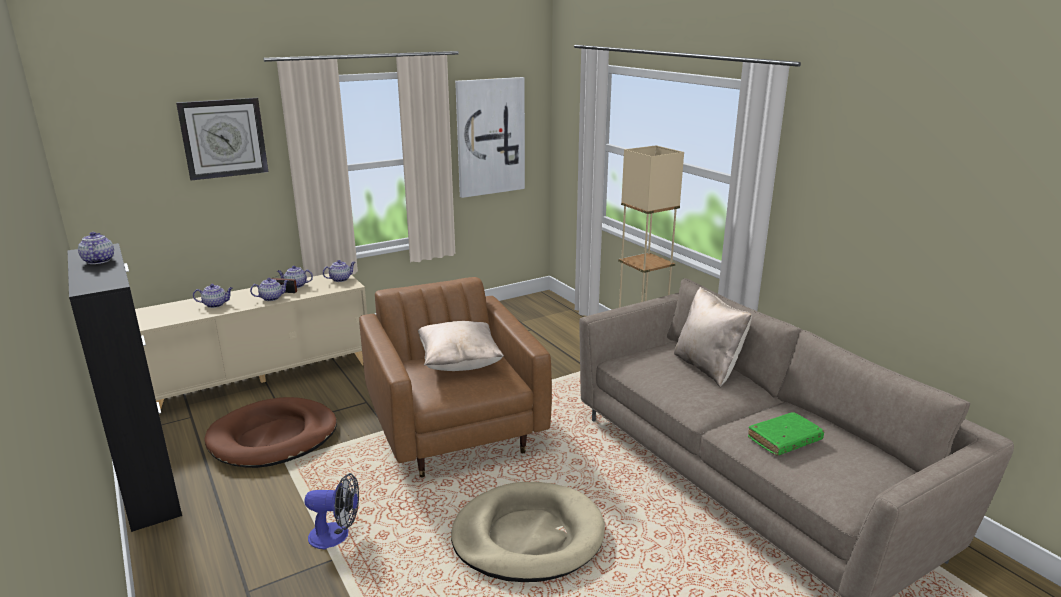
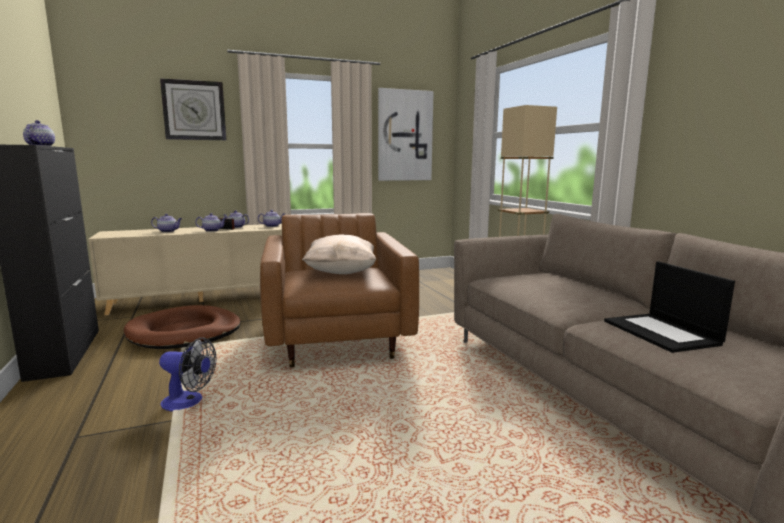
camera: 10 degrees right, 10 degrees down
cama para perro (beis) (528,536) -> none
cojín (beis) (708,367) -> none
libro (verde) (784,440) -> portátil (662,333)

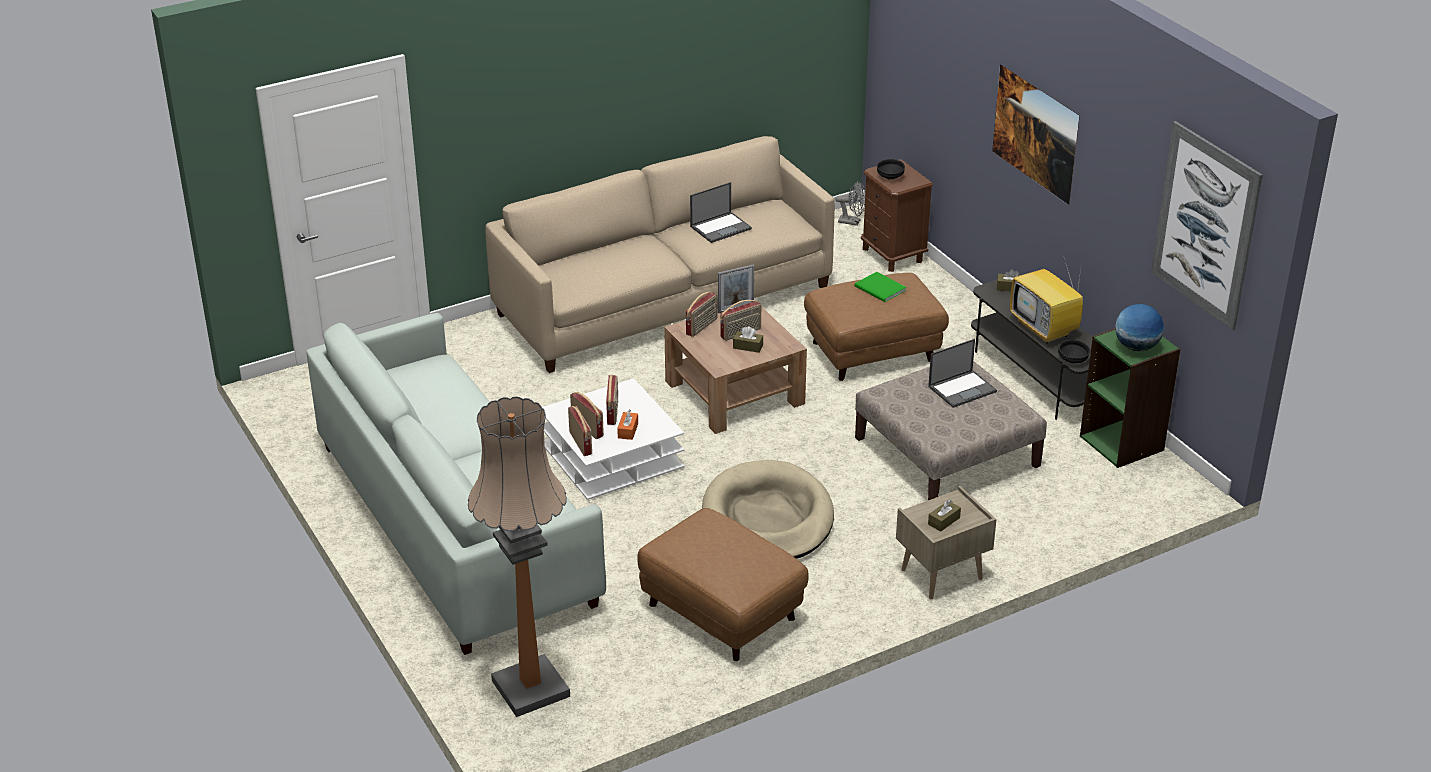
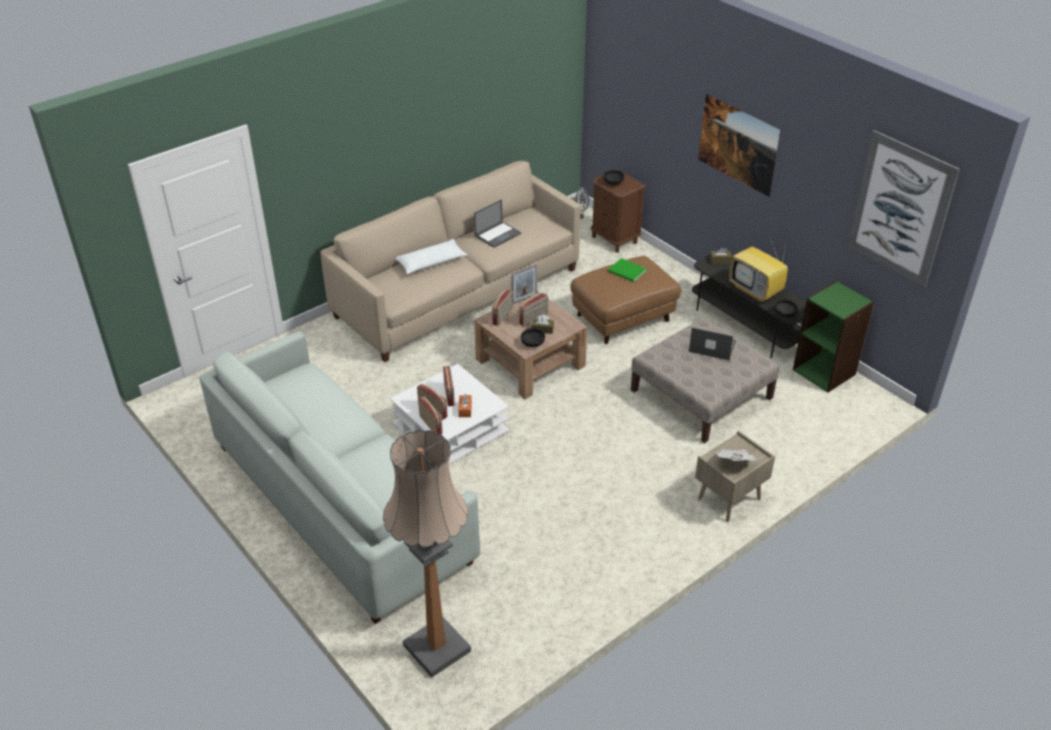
camera: 10 degrees left, 5 degrees up
puf (marrón) (720,612) -> none
cama para perro (beis) (768,518) -> none
globo terráqueo (1136,347) -> none
none -> cojín (blanco) (431,262)
none -> cuenco (negro) (532,344)
caja de pañuelos (marrón) (944,521) -> periódico (735,462)
portátil (962,389) -> portátil (711,346), 120 degrees counterclockwise

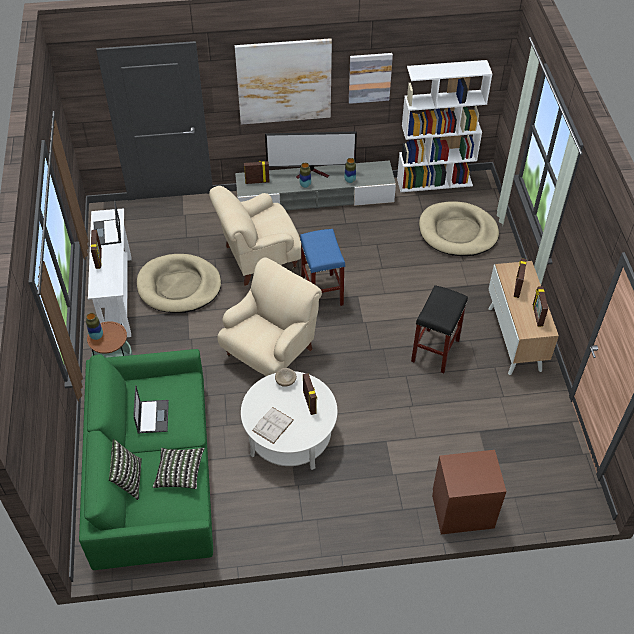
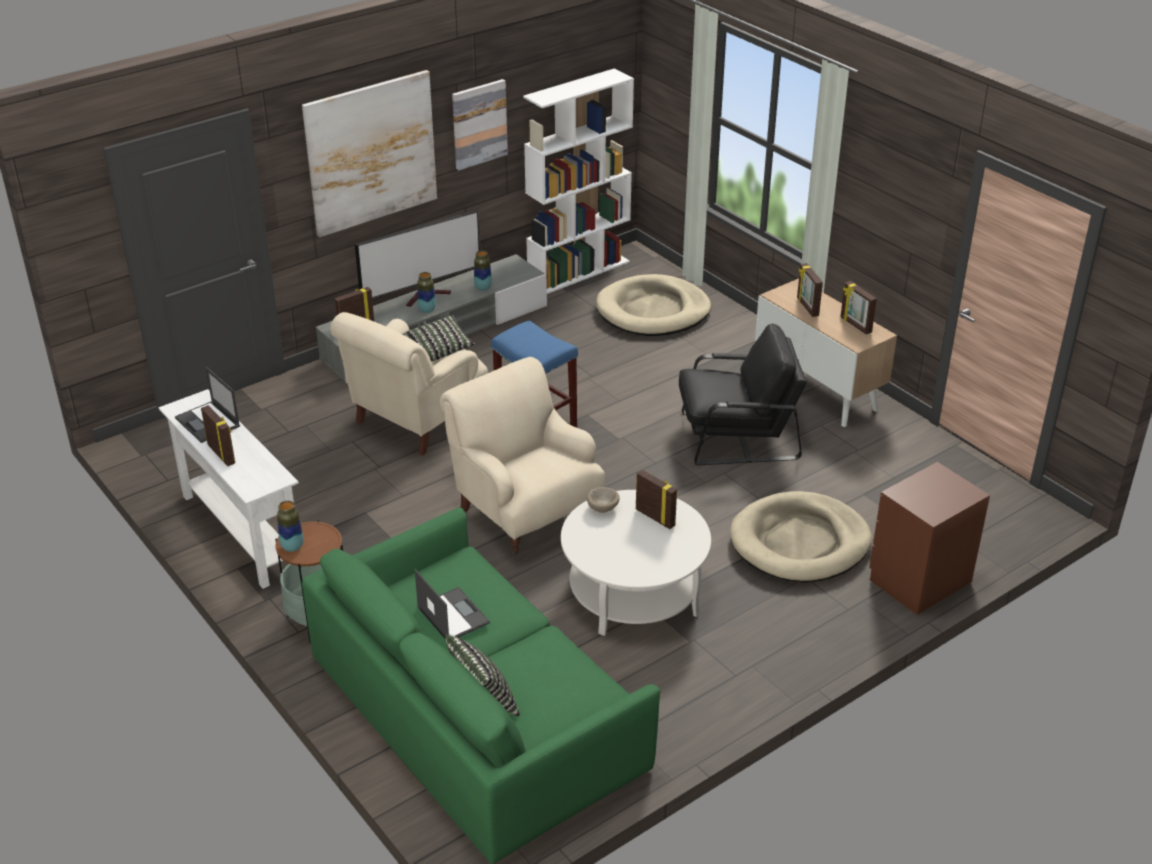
camera: 30 degrees left, 15 degrees down
libro (blanco) (273,425) -> none
cama para perro (beis) (179,286) -> cama para perro (beis) (800,542), shifted
cojín (179,473) -> cojín (438,350), shifted
taburete (negro) (435,351) -> sillón (negro) (736,435)
sillón (beis) (271,352) -> sillón (beis) (525,512), 45 degrees counterclockwise

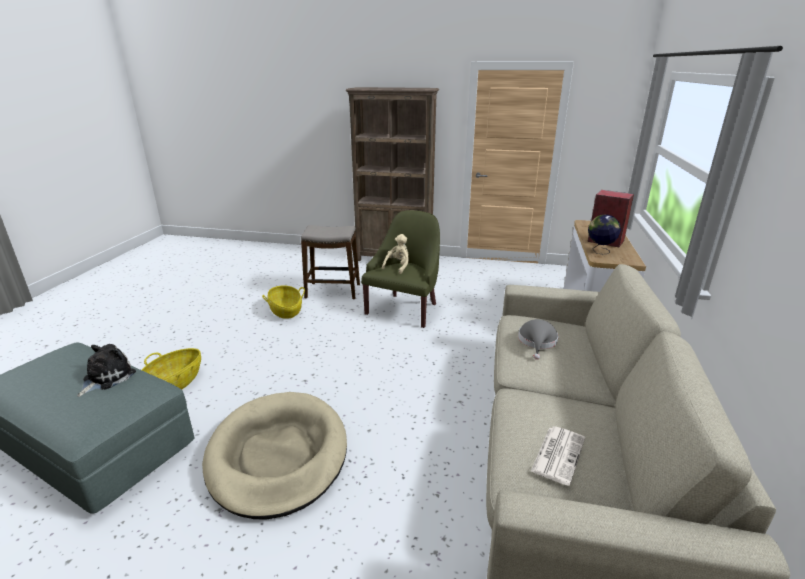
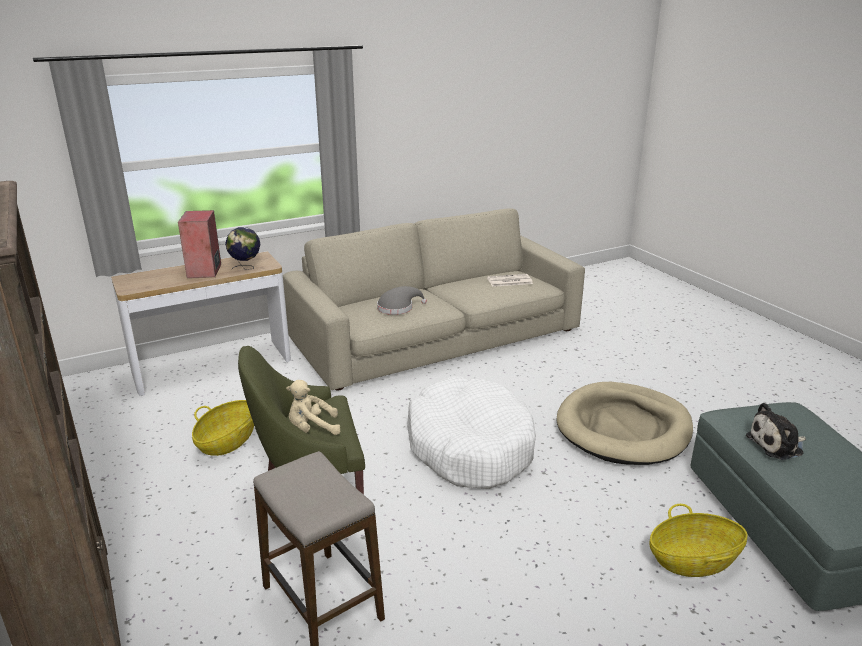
camera: 130 degrees left, 0 degrees up
none -> cama para perro (blanco) (469,446)
cesta (286,311) -> cesta (228,441), shifted

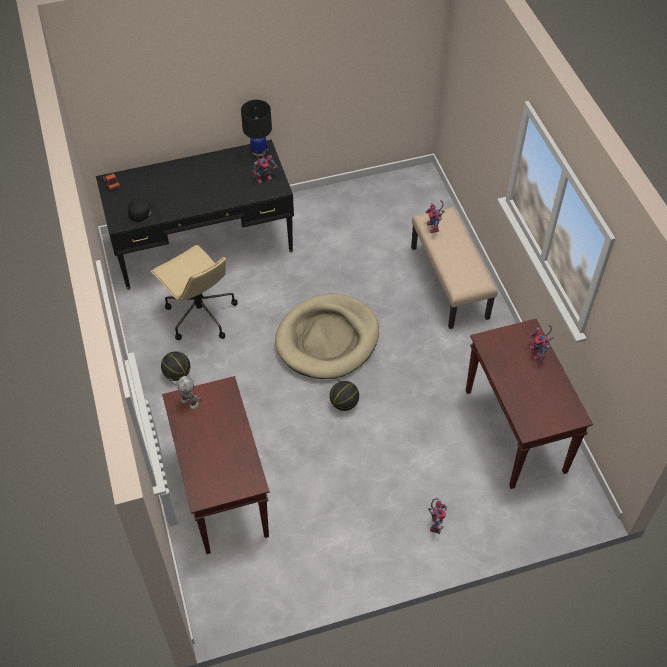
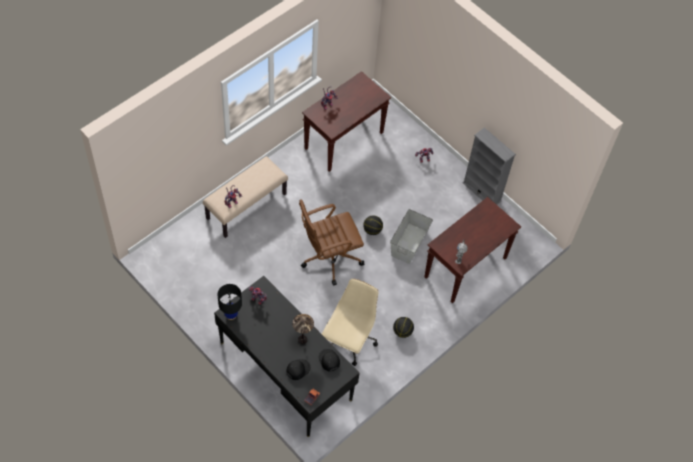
camera: 120 degrees left, 5 degrees up
none -> gorra (negro) (298,369)
none -> lámpara de mesa (302,339)
none -> caja de almacenaje (gris) (409,243)
none -> estantería (gris) (482,192)
cama para perro (beis) (327,339) -> silla de oficina (marrón) (329,257)

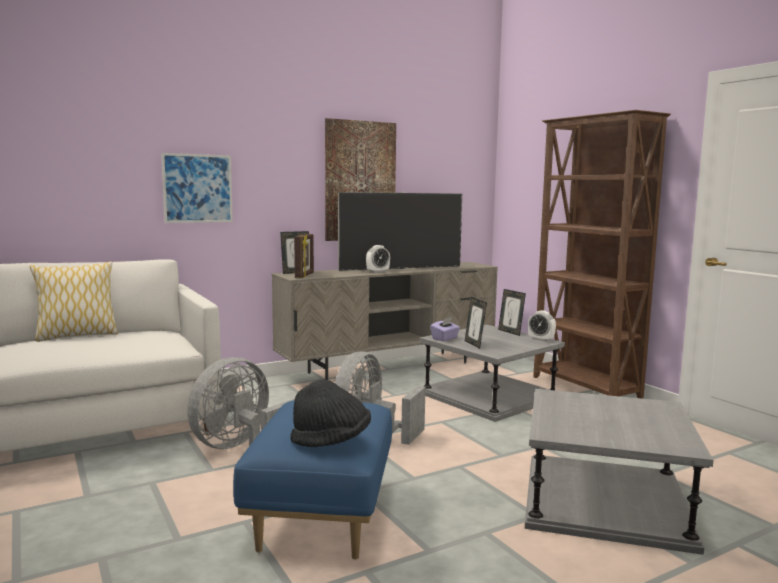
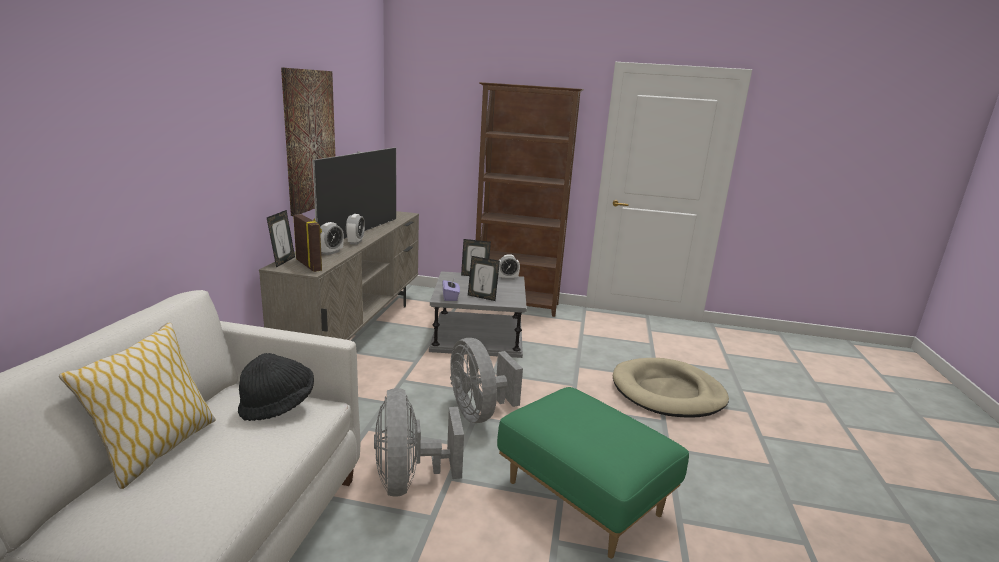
camera: 50 degrees left, 10 degrees up
cuadro (198,188) -> none
none -> despertador (330,252)
sombrero (negro) (331,441) -> sombrero (negro) (278,405), shifted
mesa auxiliar (gris) (605,501) -> cama para perro (beis) (668,392)
puf (azul) (320,514) -> puf (verde) (581,499)

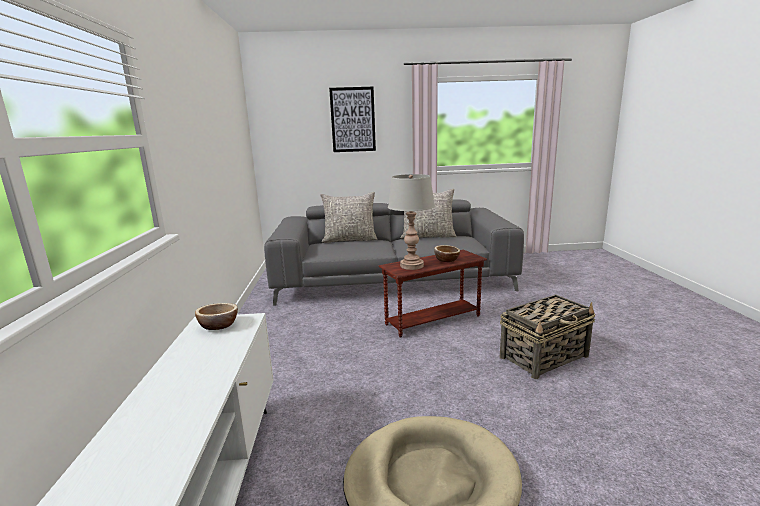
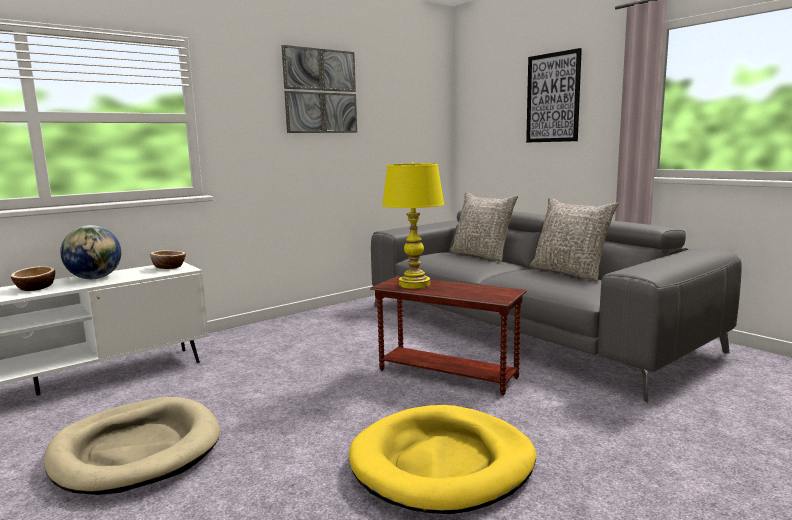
camera: 55 degrees right, 5 degrees down
none -> globo terráqueo (95,278)
none -> cuadro (320,91)
cuenco (446,260) -> cuenco (35,288), shifted
cesta (544,356) -> cama para perro (amarillo) (442,464)
lámpara de mesa (gris) (412,266) -> lámpara de mesa (amarillo) (414,284)

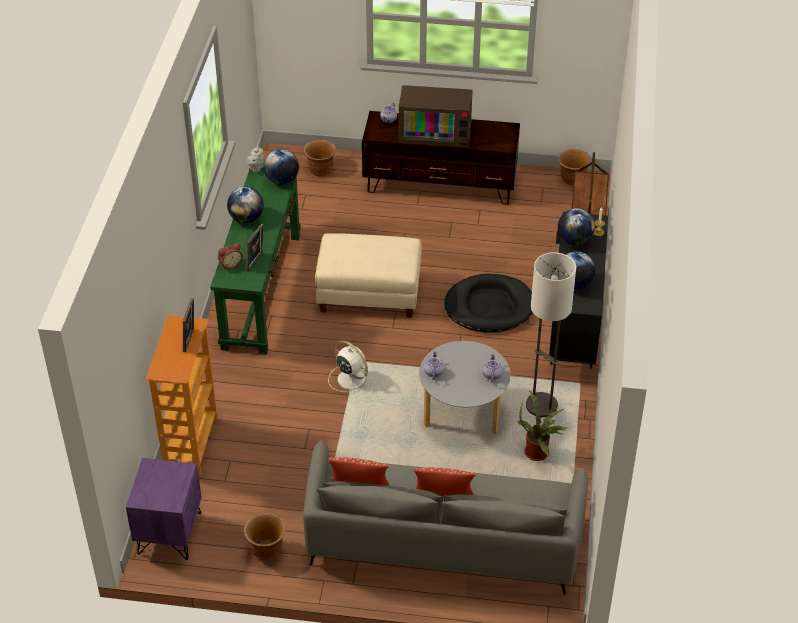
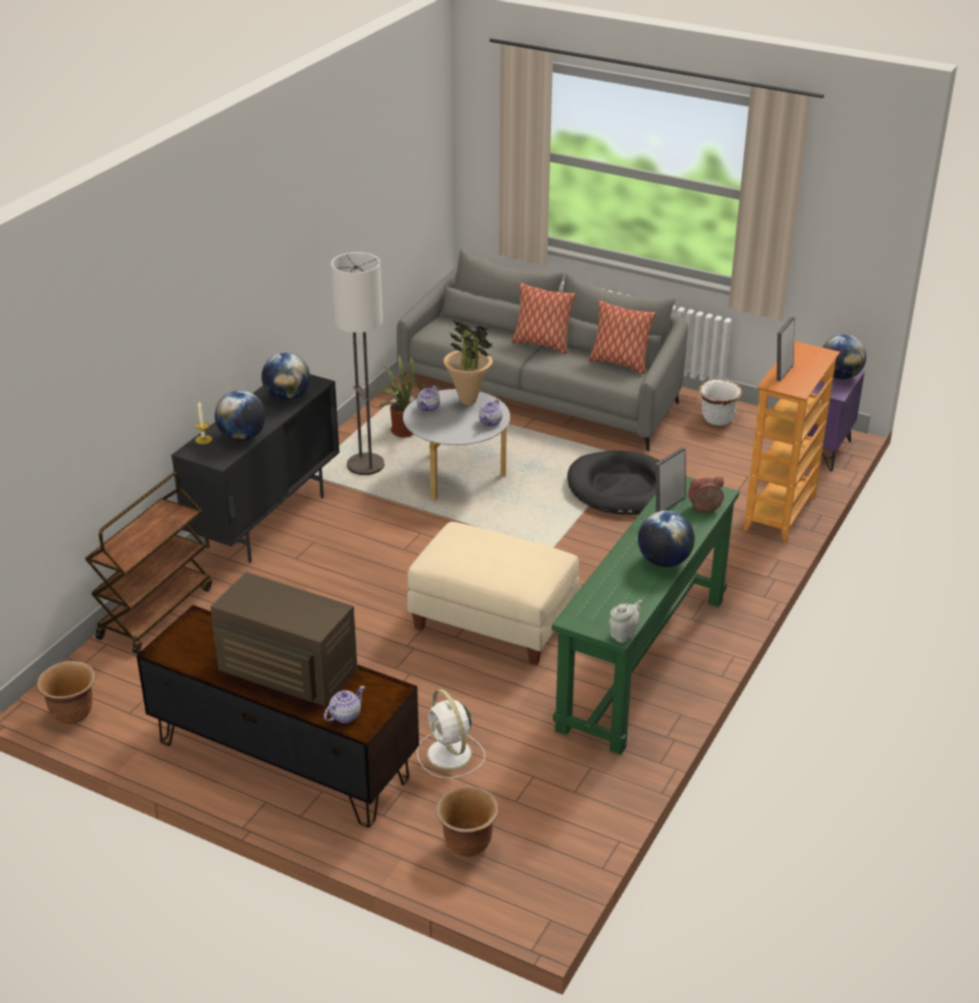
camera: 160 degrees left, 10 degrees down
none -> planta en maceta (468,401)
globo terráqueo (282,180) -> globo terráqueo (840,376), shifted
ventilador (blanco) (350,378) -> ventilador (blanco) (450,755), shifted
cama para perro (negro) (489,307) -> cama para perro (negro) (623,488), shifted
maceta (marrón) (266,550) -> maceta (blanco) (717,420)

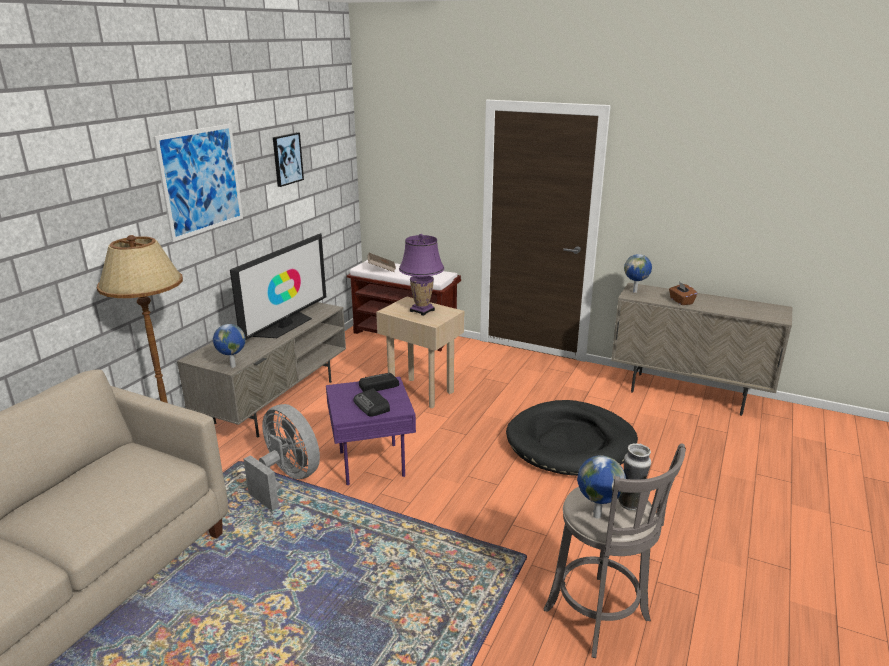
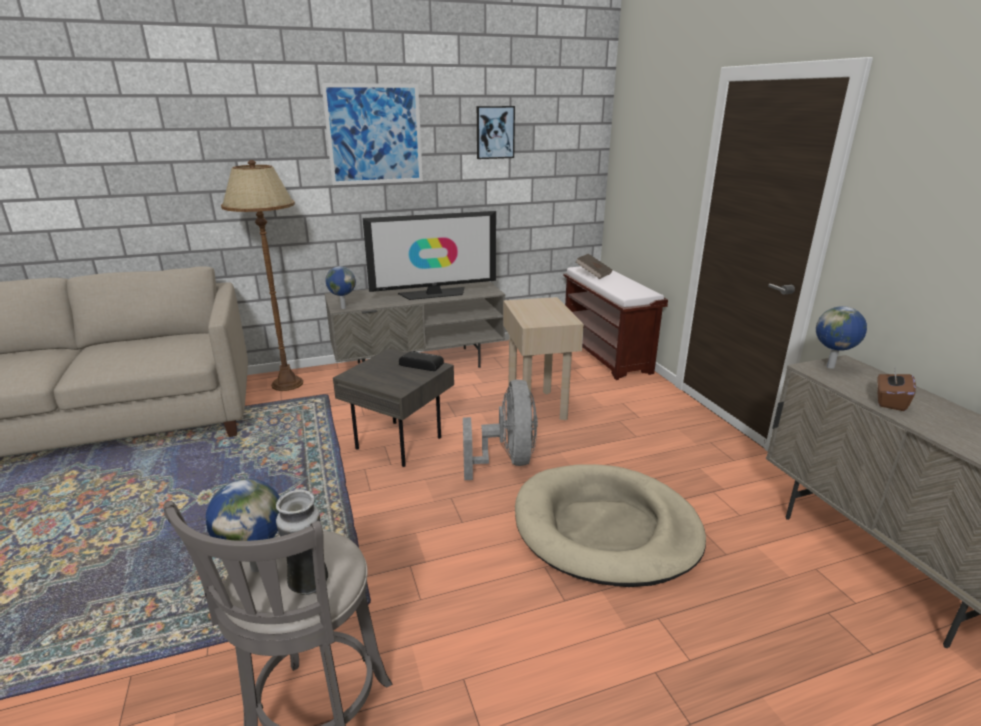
camera: 45 degrees right, 0 degrees up
radio (372,406) -> none
lámpara de mesa (morado) (422,310) -> none
ventilador (gris) (287,479) -> ventilador (gris) (507,460), shifted
mesa auxiliar (morado) (373,462) -> mesa auxiliar (gris) (402,442)
cama para perro (negro) (571,442) -> cama para perro (beis) (606,528)

